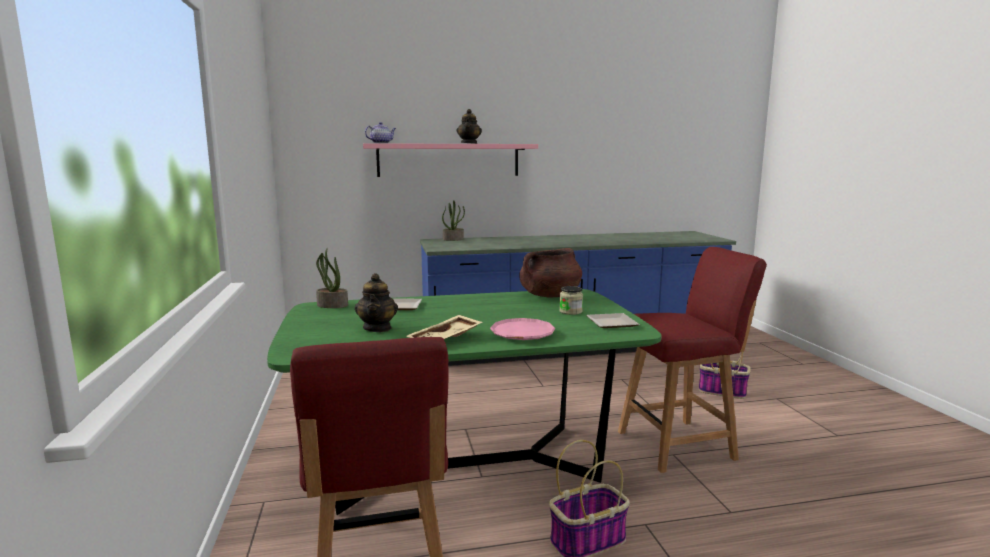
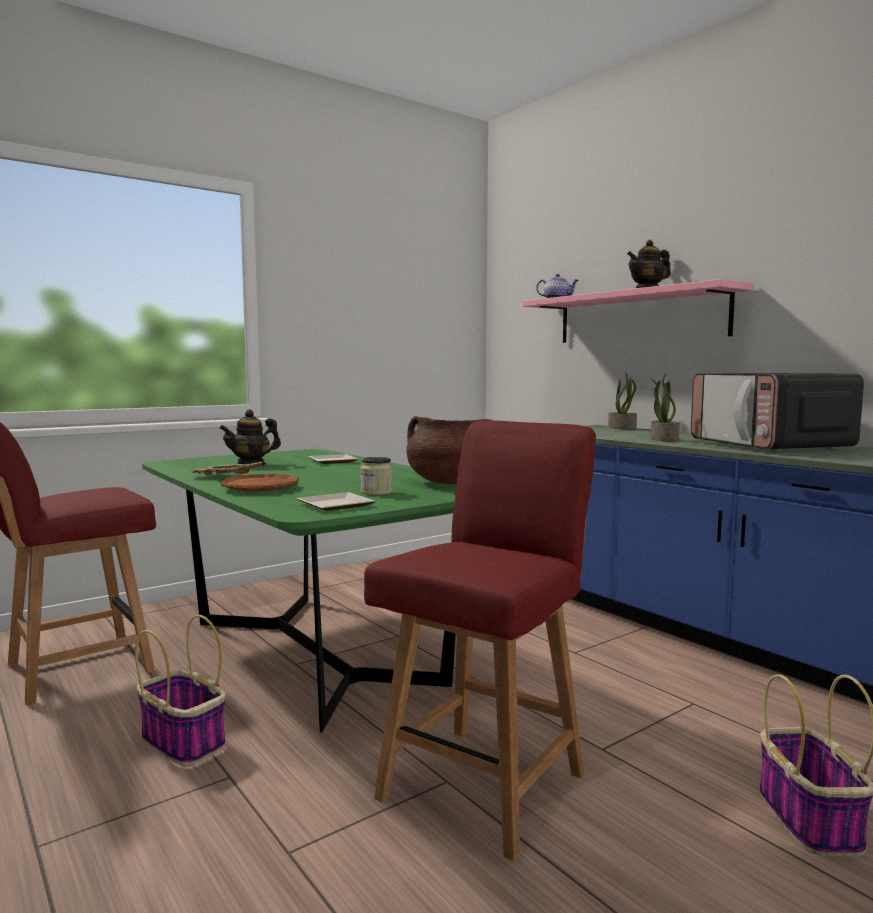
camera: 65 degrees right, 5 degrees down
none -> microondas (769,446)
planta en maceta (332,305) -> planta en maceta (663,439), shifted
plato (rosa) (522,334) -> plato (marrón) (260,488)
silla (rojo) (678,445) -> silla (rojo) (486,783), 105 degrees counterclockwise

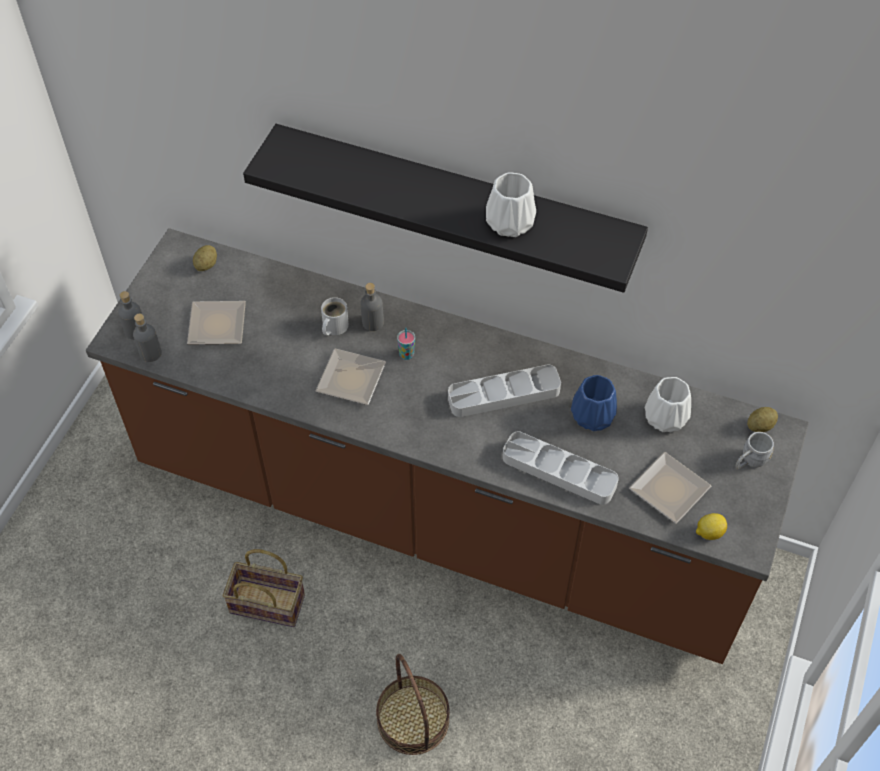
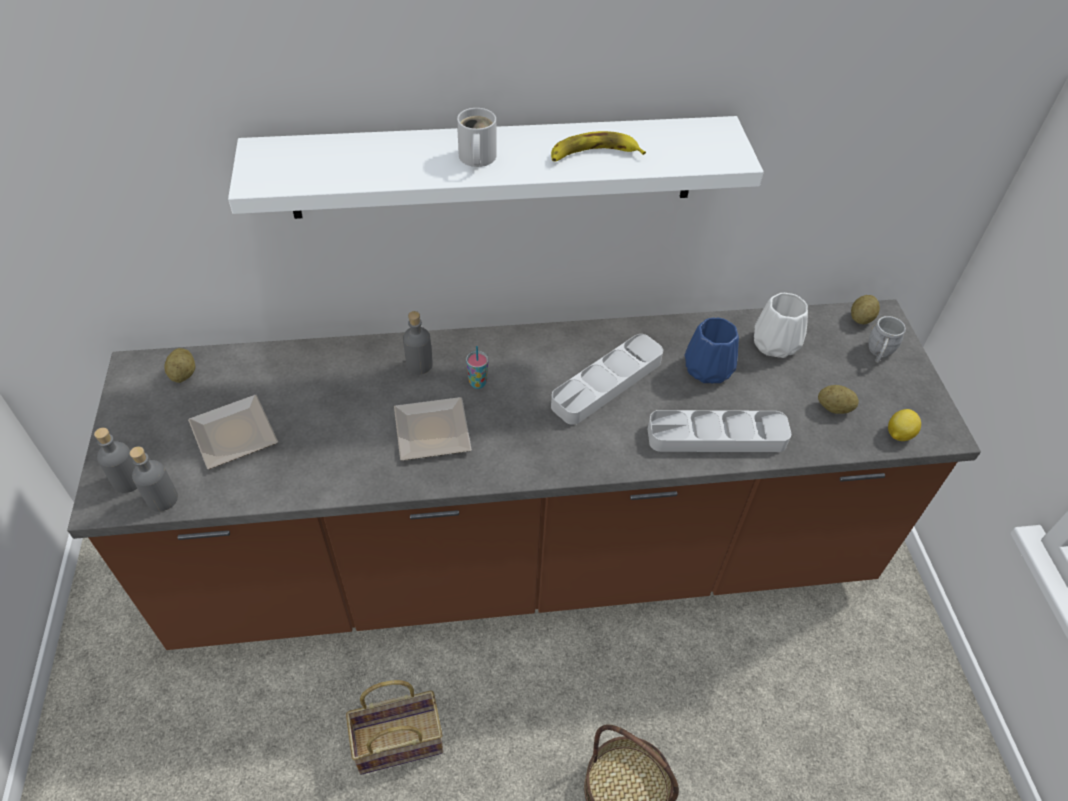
camera: 30 degrees left, 5 degrees down
taza grande (blanco) (333,327) -> taza grande (blanco) (476,158), shifted
florero (blanco) (509,223) -> plátano (593,154)
plato (672,489) -> patata (834,408)
estante (negro) (455,200) -> estante (blanco) (494,167)

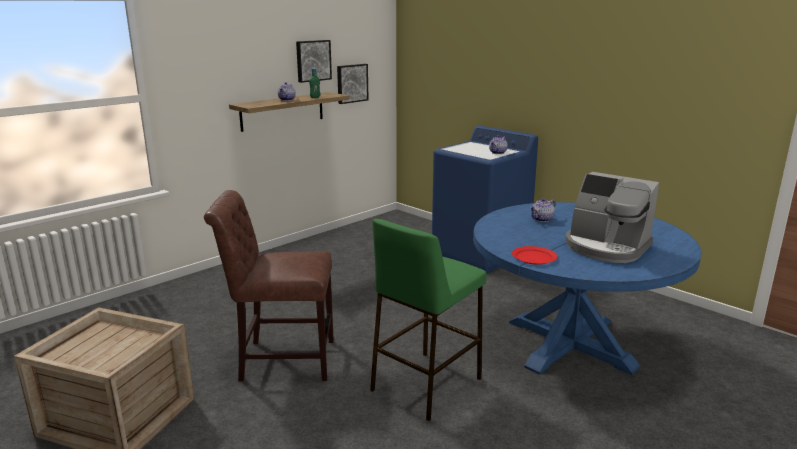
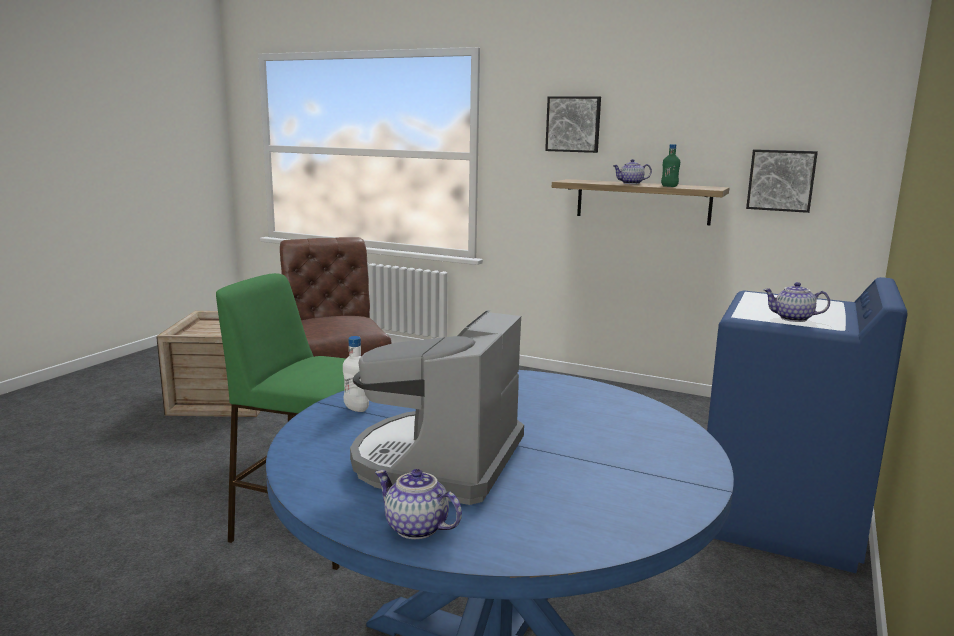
camera: 70 degrees right, 5 degrees down
cuadro (313,60) -> cuadro (573,124), shifted
tetera (542,219) -> tetera (415,528), shifted
plato (rojo) (534,257) -> botella (blanco) (356,408)

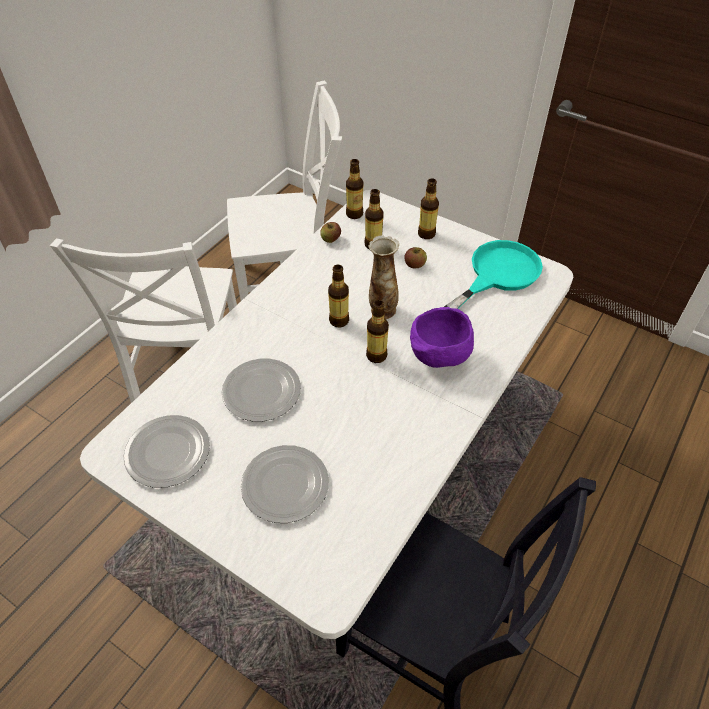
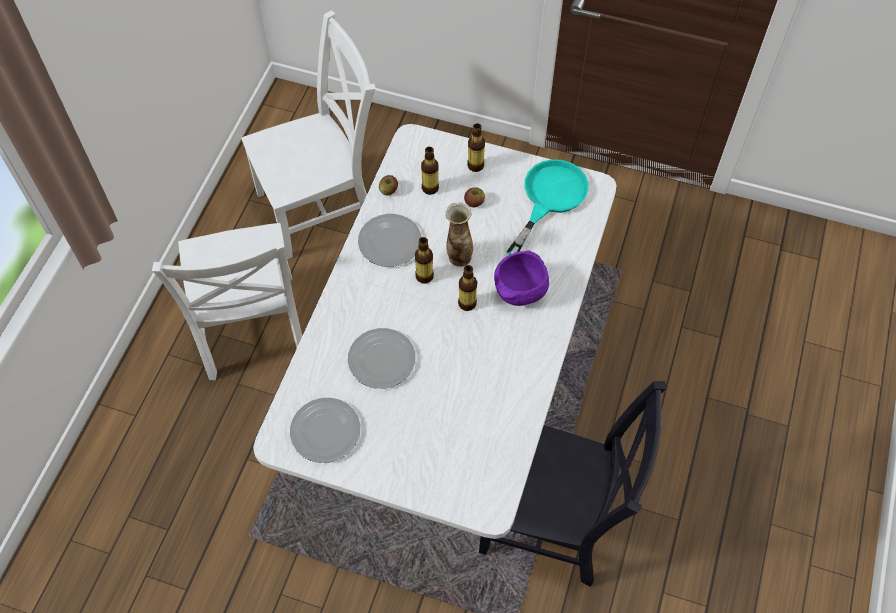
camera: 15 degrees left, 10 degrees up
botella (354,214) -> none
plato (284,486) -> plato (389,242), shifted

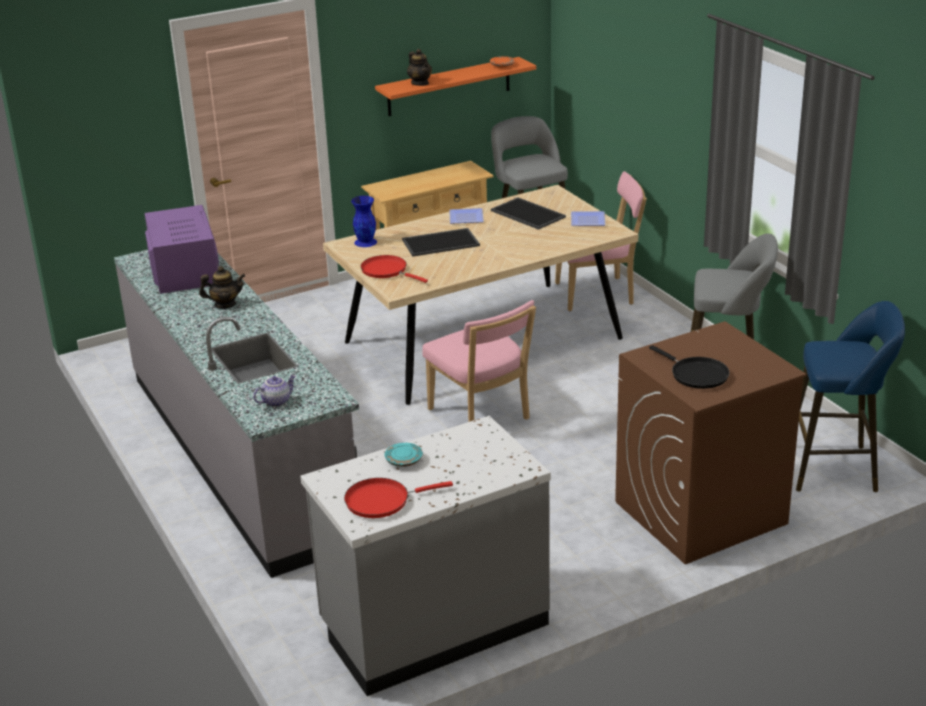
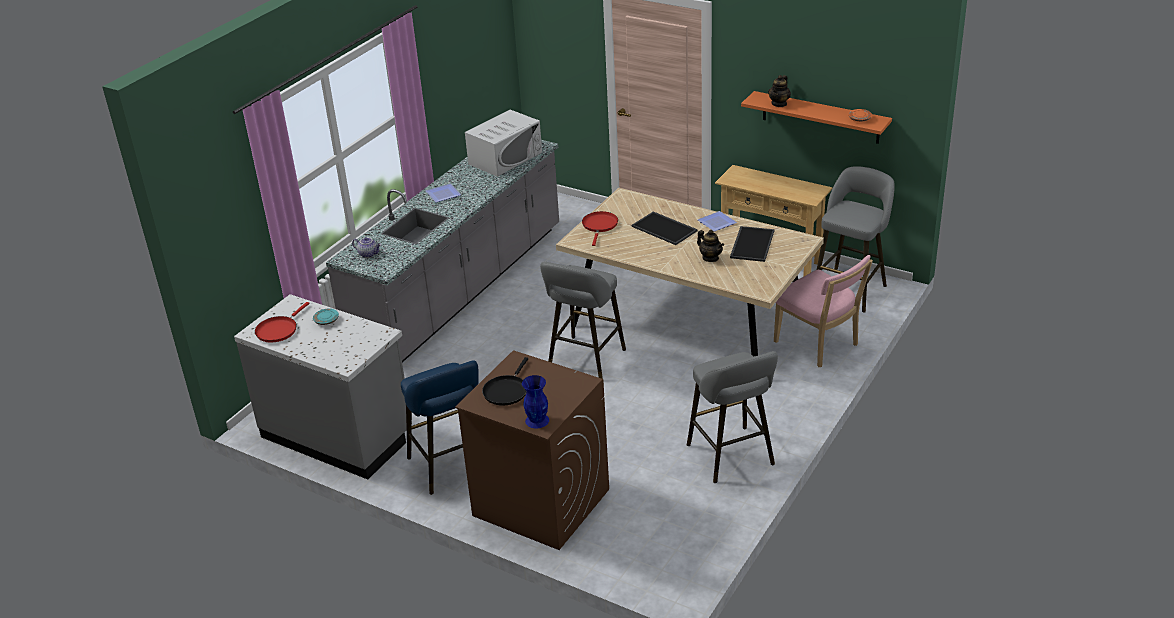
camera: 60 degrees right, 5 degrees up
tetera (225,304) -> tetera (710,258), shifted
florero (azul) (366,242) -> florero (azul) (537,420), shifted
plato (586,221) -> plato (442,194), shifted
taburete (azul) (837,468) -> taburete (azul) (451,468), shifted
silla (rosa) (481,416) -> taburete (gris) (584,361)
microondas (morado) (184,270) -> microondas (blanco) (505,158)
sartén (rojo) (382,501) -> sartén (rojo) (278,330), 105 degrees counterclockwise

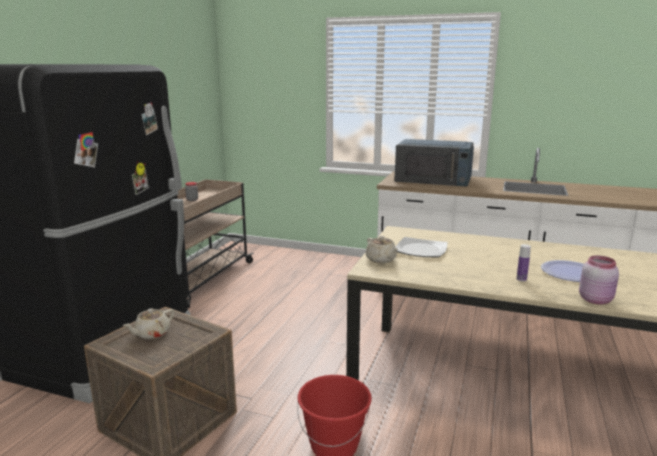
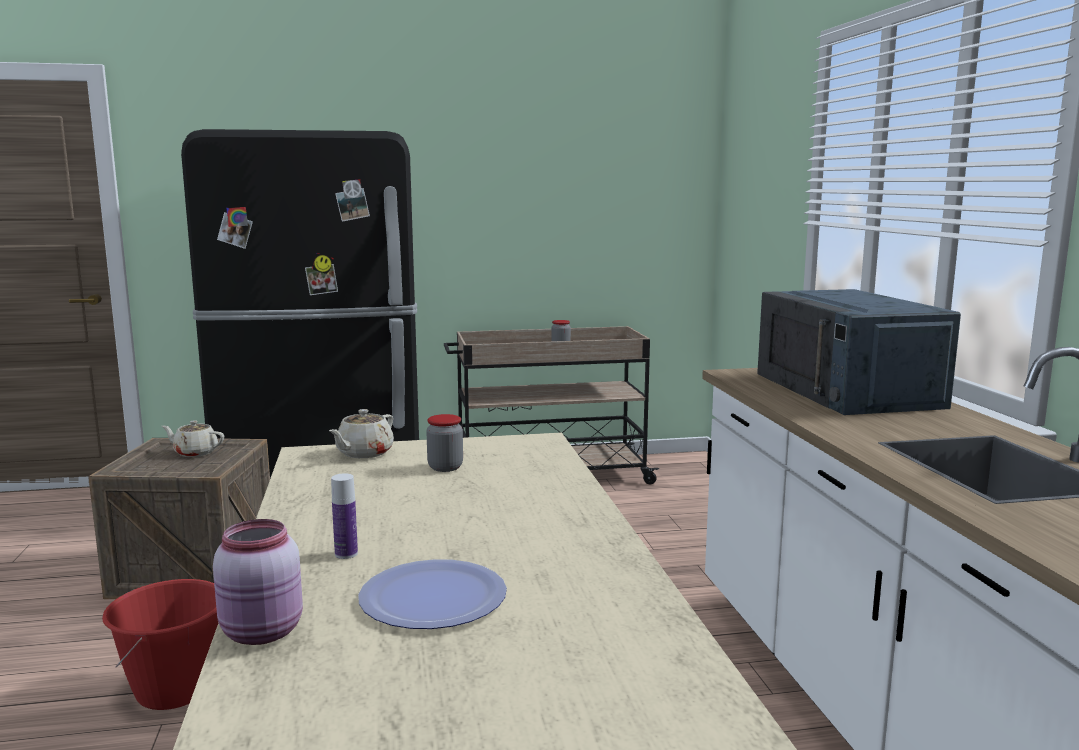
camera: 60 degrees right, 5 degrees down
plato (420,250) -> tarro (445,467)

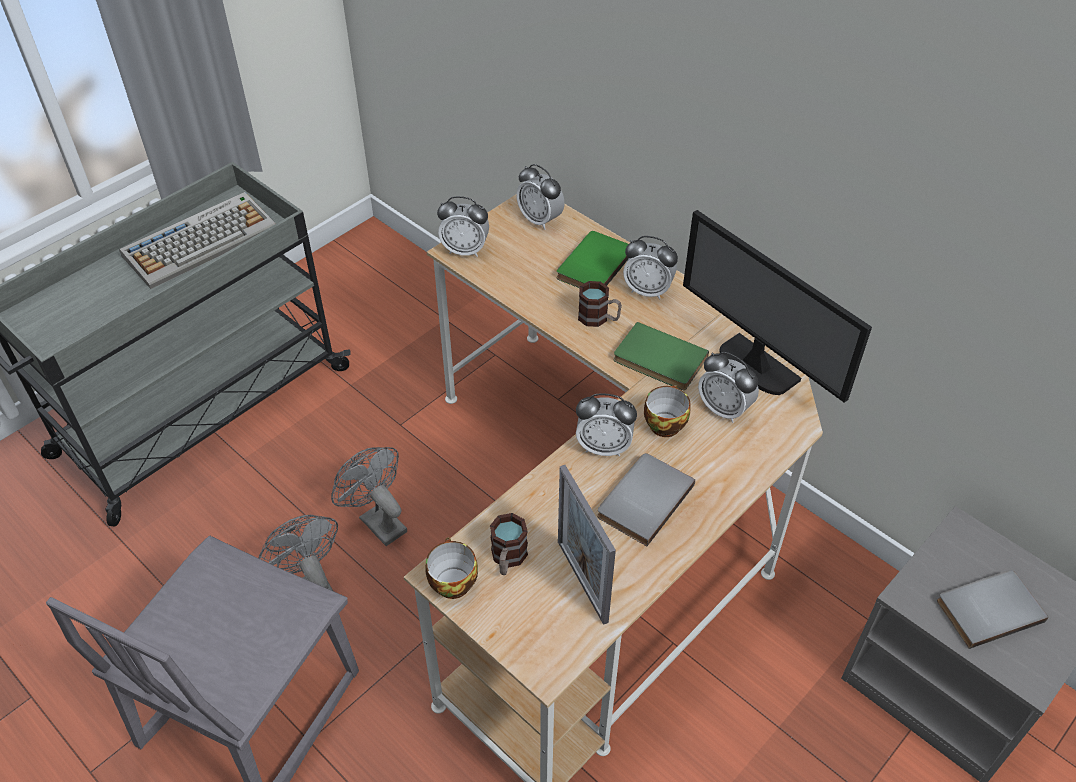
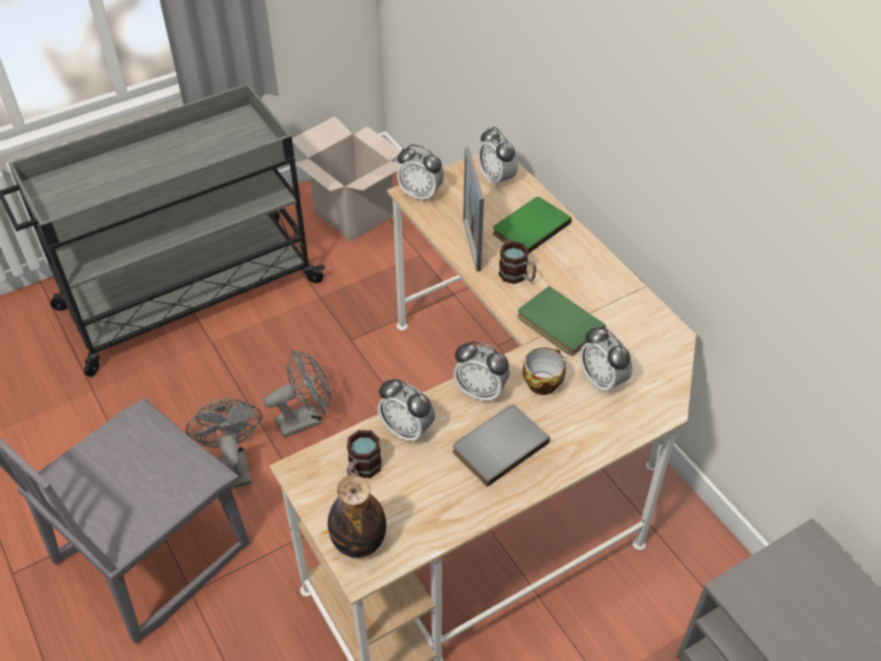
camera: 15 degrees right, 0 degrees up
teclado (201,241) -> none
taza (451,581) -> none
monitor (755,367) -> none
libro (gris) (987,608) -> none
none -> caja de cartón (353,214)
none -> botella (359,542)
portarretratos (582,581) -> portarretratos (471,244), shifted
despertador (647,290) -> despertador (406,430), shifted
ventilador (gris) (377,521) -> ventilador (gris) (305,419), 90 degrees clockwise

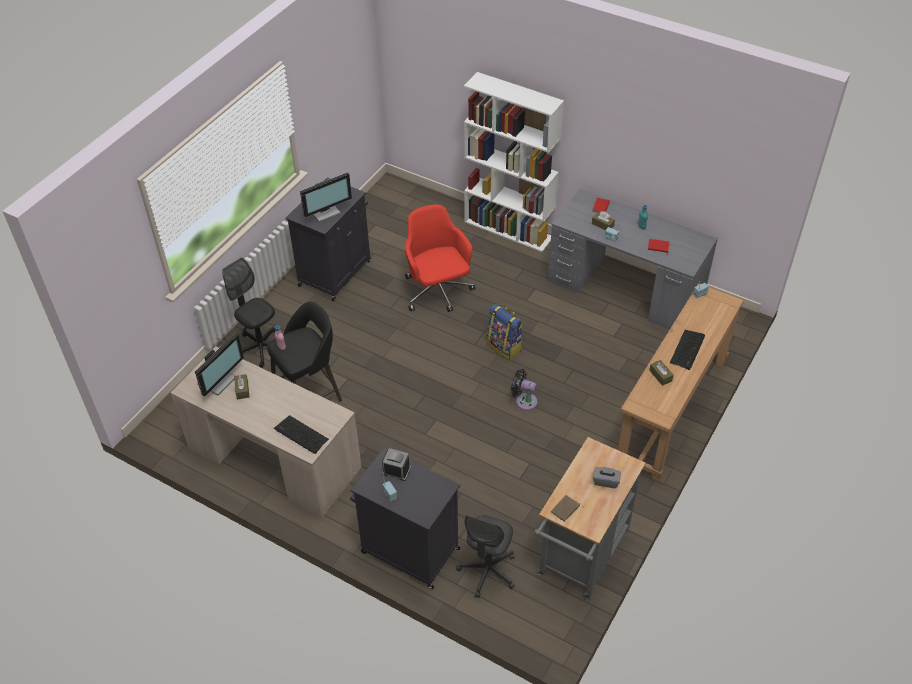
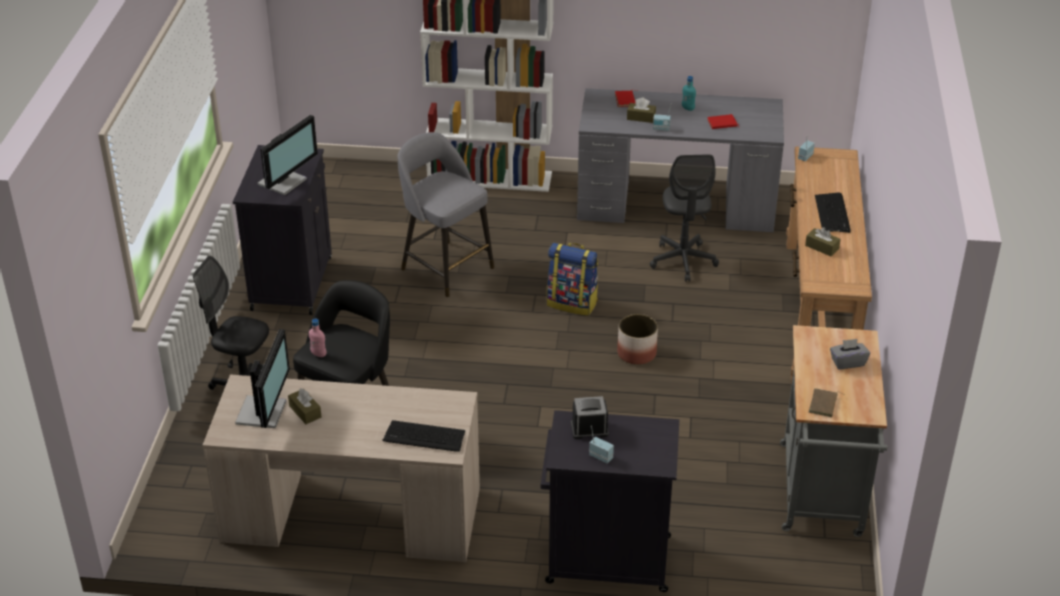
camera: 25 degrees left, 10 degrees down
silla de oficina (gris) (488,571) -> silla de oficina (gris) (683,261), shifted
silla de oficina (rojo) (438,291) -> taburete (gris) (445,267)
ventilador (negro) (524,401) -> maceta (637,353)

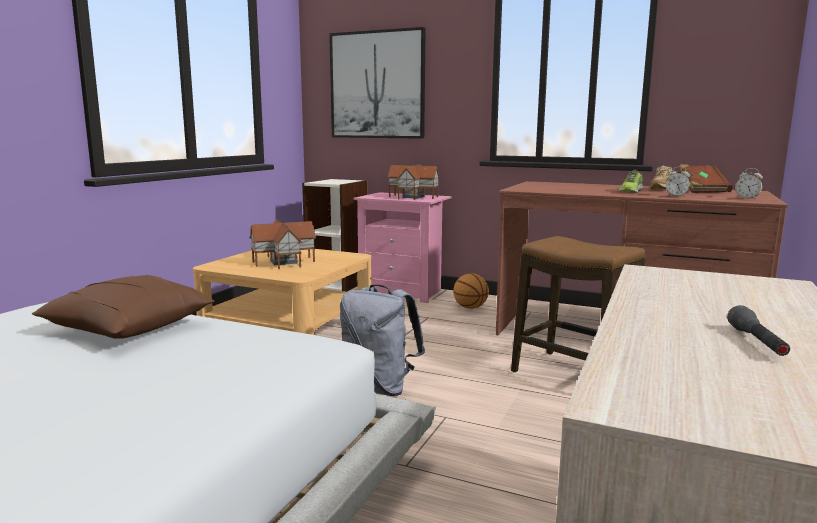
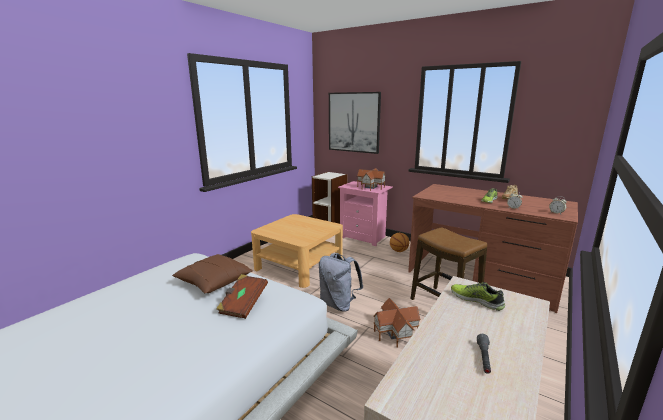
camera: 10 degrees right, 5 degrees up
none -> zapato (476,300)
casita (284,262) -> casita (396,333), shifted
libro (marrón) (701,190) -> libro (marrón) (243,304), shifted

